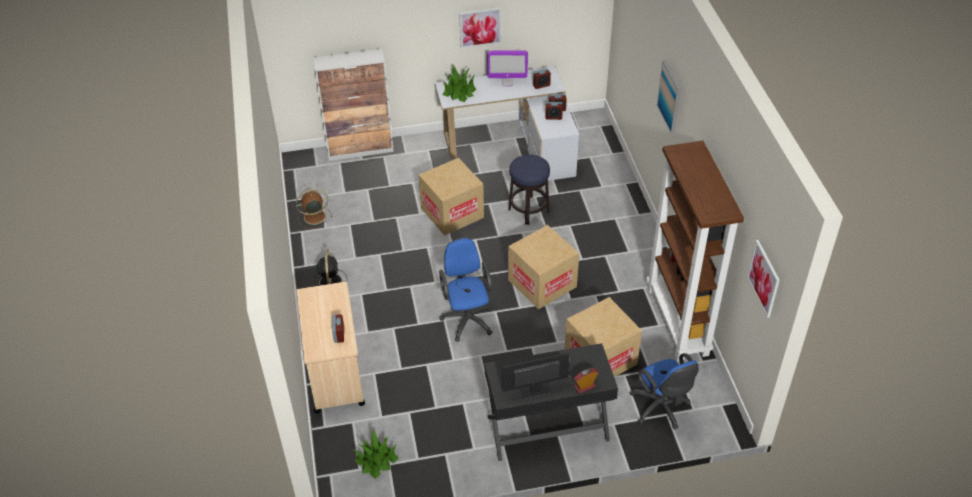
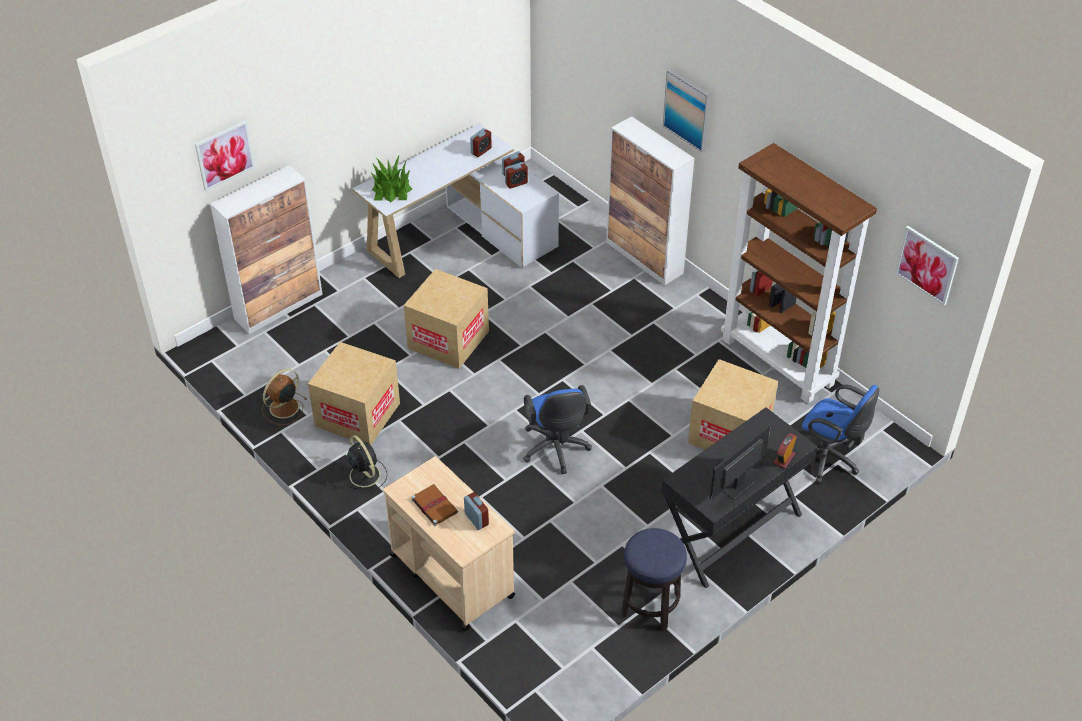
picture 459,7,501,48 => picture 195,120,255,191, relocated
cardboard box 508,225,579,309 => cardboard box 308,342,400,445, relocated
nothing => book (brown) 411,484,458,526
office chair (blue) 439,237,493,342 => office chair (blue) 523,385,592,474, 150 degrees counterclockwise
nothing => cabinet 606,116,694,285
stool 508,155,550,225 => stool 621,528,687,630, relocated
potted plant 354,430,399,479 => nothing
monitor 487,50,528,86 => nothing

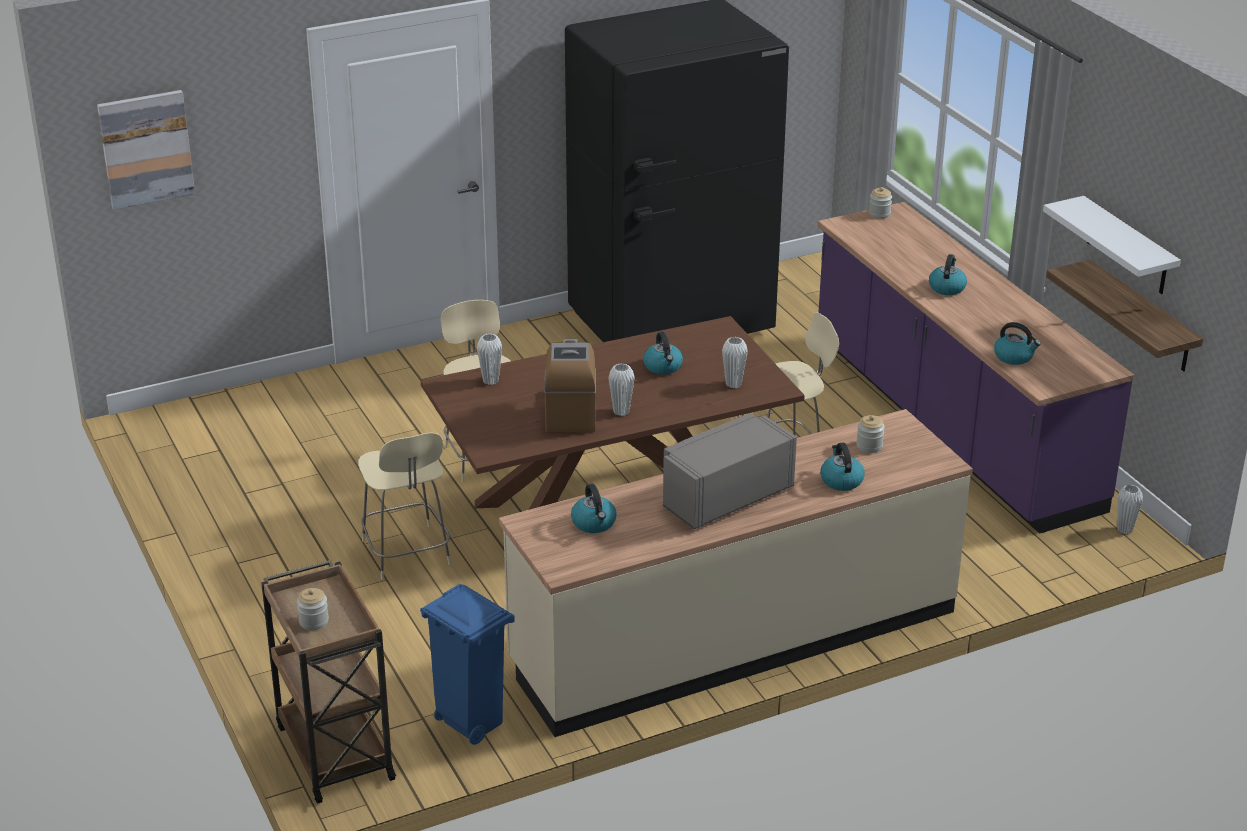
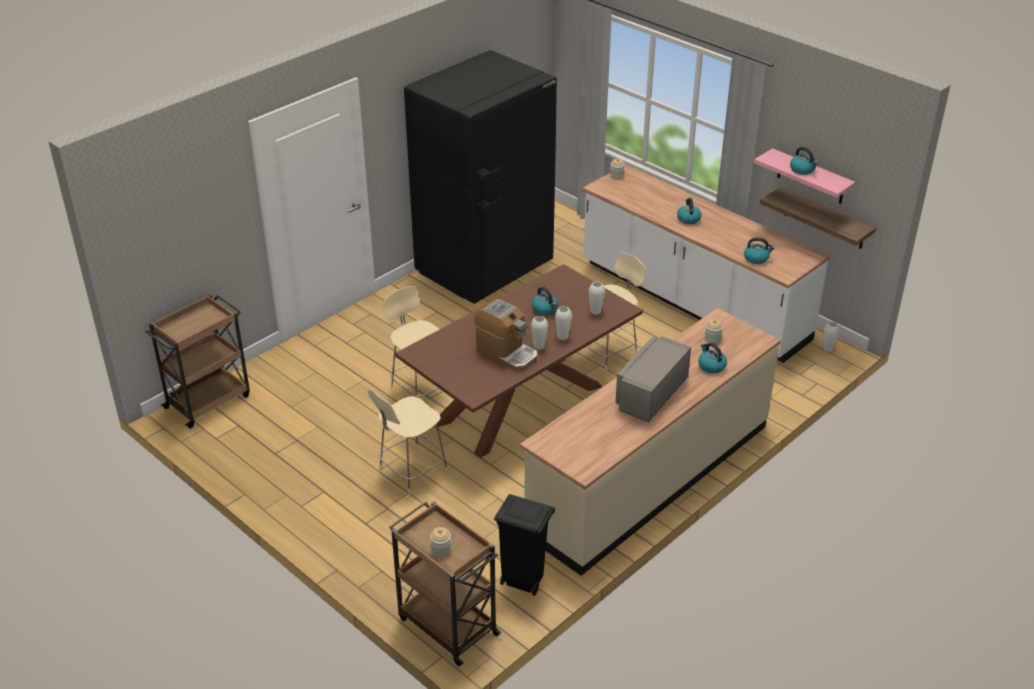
nothing => cart (brown) 145,295,250,429
chair (beige) 358,432,451,580 => chair (beige) 368,389,448,494, 90 degrees clockwise
coffee machine 544,339,596,432 => coffee machine 474,299,537,372, 150 degrees clockwise
trash can (blue) 420,584,515,745 => trash can (black) 494,494,555,596
vase (white) 477,334,502,385 => vase (white) 555,306,572,340, relocated
counter (purple) 818,202,1134,534 => counter (white) 583,164,830,363
shelf (white) 1043,196,1181,294 => shelf (pink) 754,148,855,204
kettle 571,484,617,533 => kettle 790,147,818,175, relocated
picture 97,90,195,210 => nothing

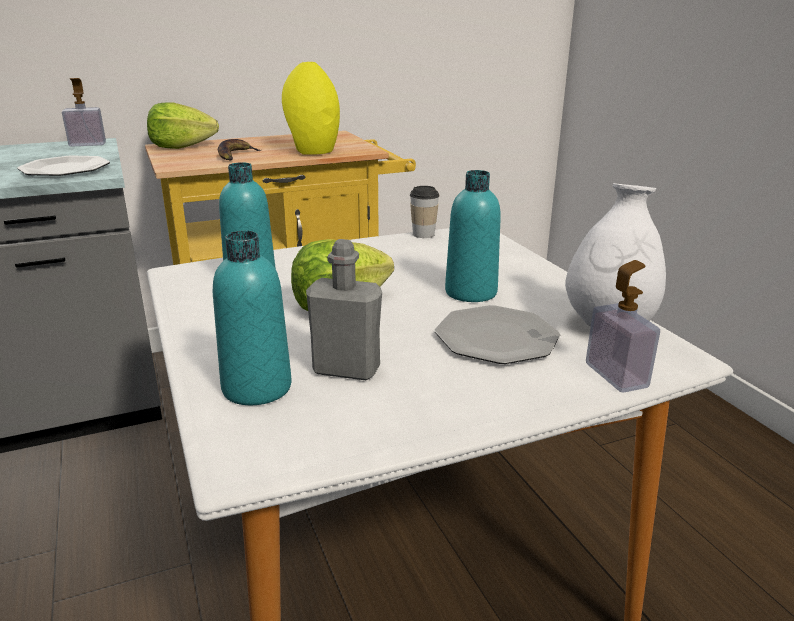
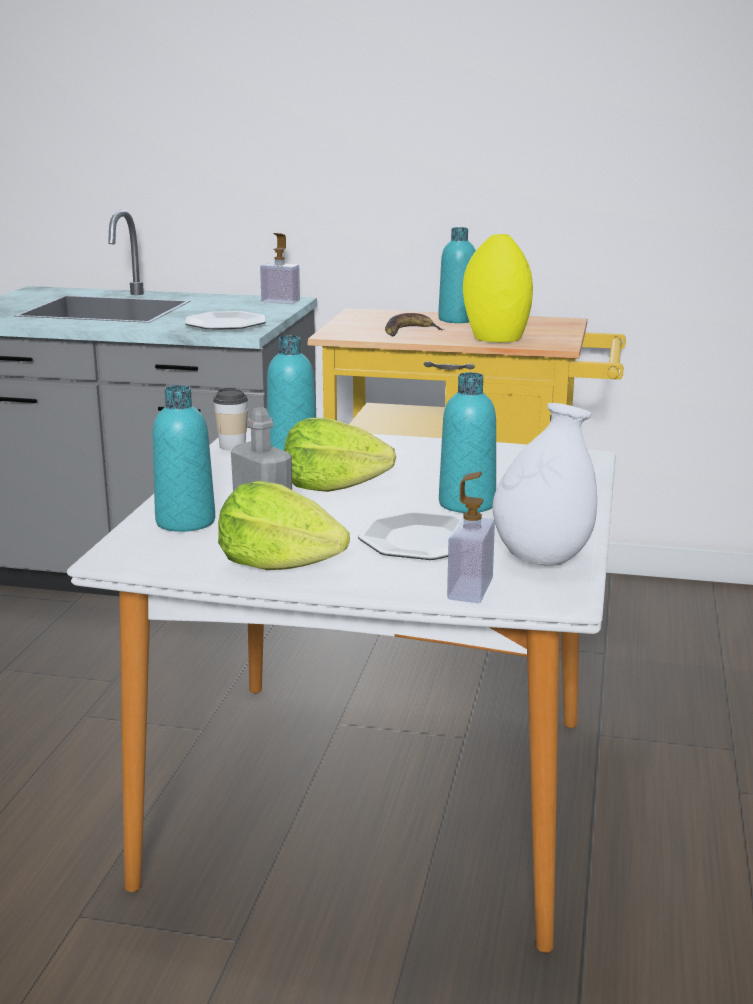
cup 410,186,440,238 => cup 213,389,248,450, relocated
lettuce 147,102,219,149 => lettuce 218,481,350,570, relocated
nothing => bottle (turquoise) 438,227,476,323

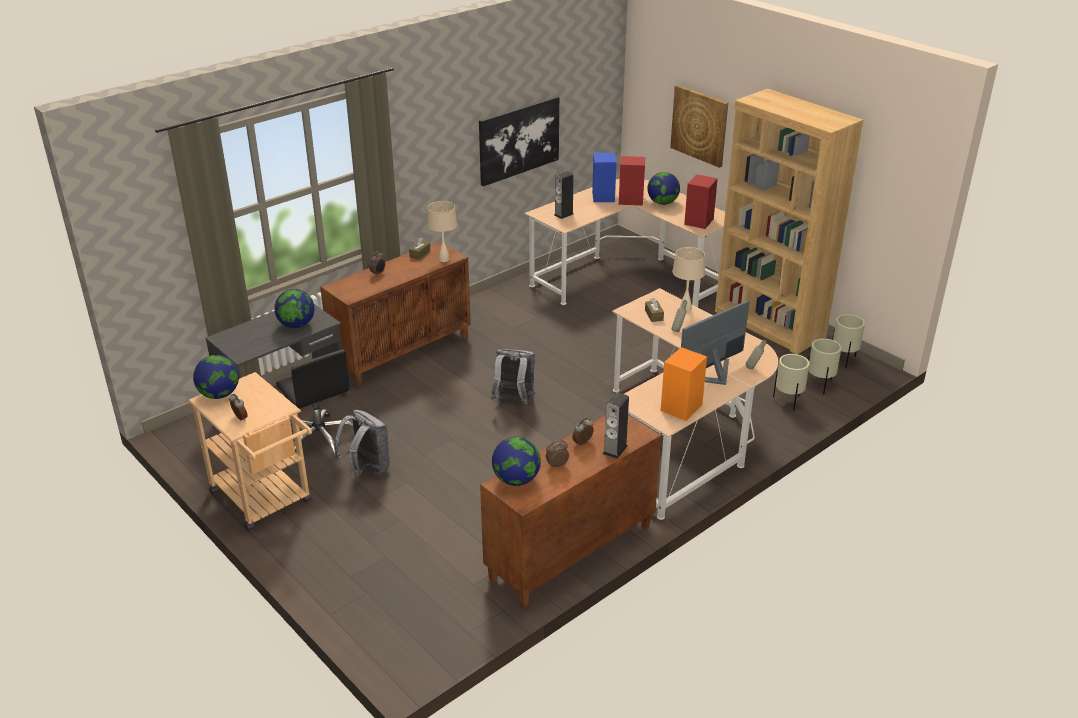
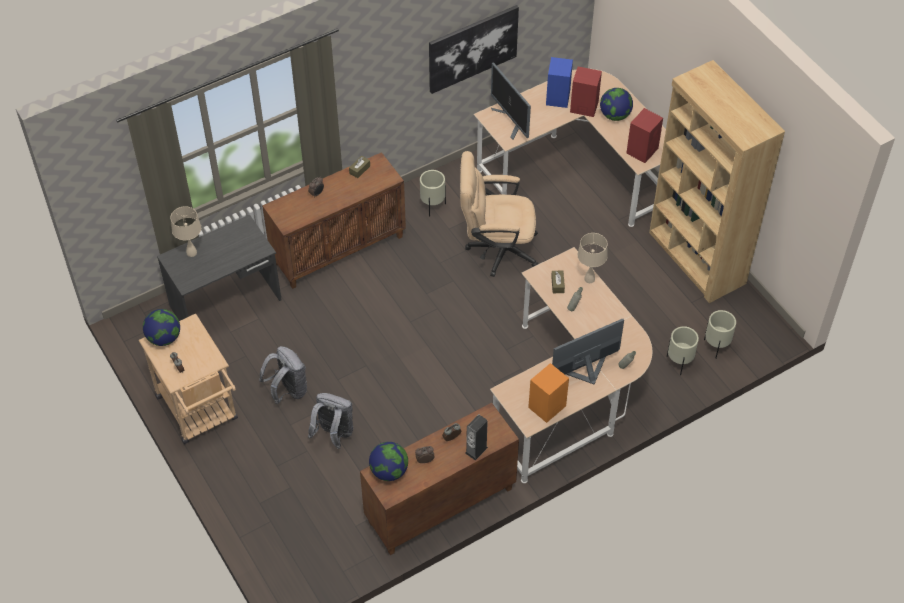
table lamp (beige) 427,201,457,262 => table lamp (beige) 170,206,201,257, relocated
backpack (grey) 491,350,535,404 => backpack (grey) 308,393,353,449, relocated
planter (beige) 832,314,865,368 => planter (beige) 420,170,446,216, relocated
nothing => office chair (beige) 460,151,538,277
speaker 554,171,574,219 => monitor 491,62,531,140
globe 274,289,314,328 => nothing
office chair (black) 276,350,353,460 => nothing
picture 670,85,728,168 => nothing

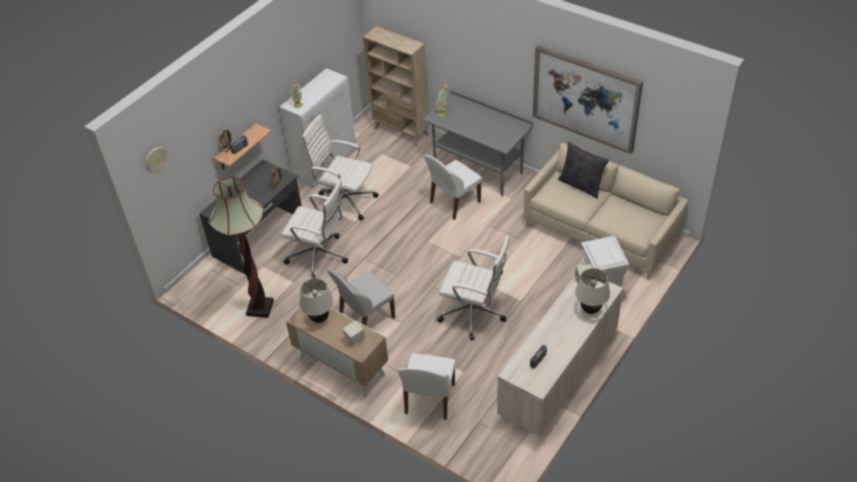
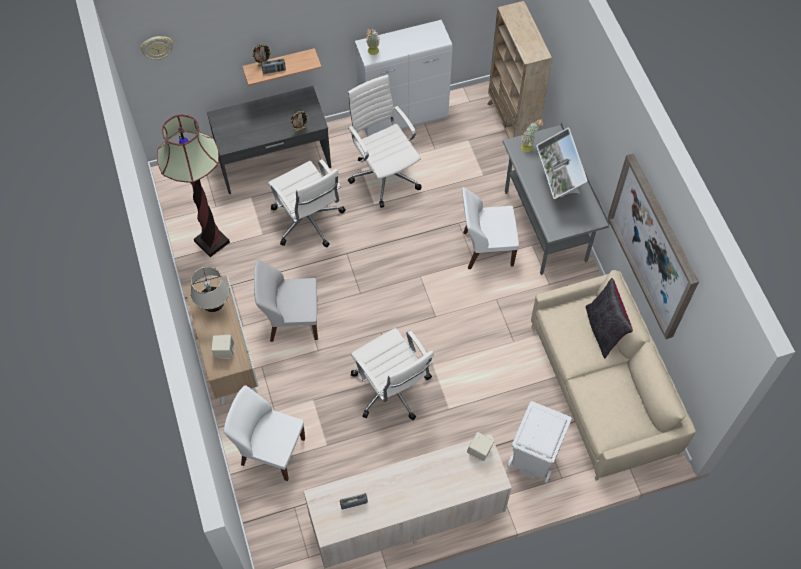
chair (white) 398,353,455,420 => chair (white) 224,385,305,481, 60 degrees clockwise
nothing => monitor 536,128,588,199
table lamp (beige) 575,268,610,314 => nothing

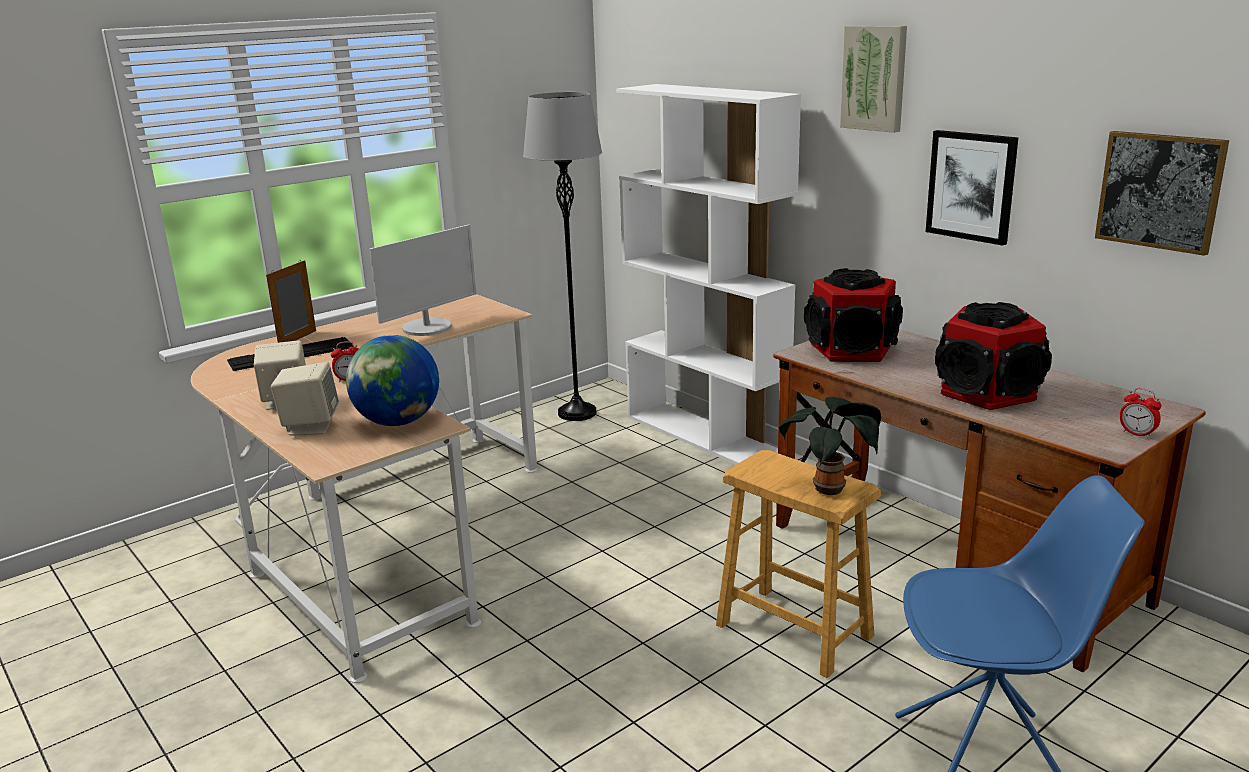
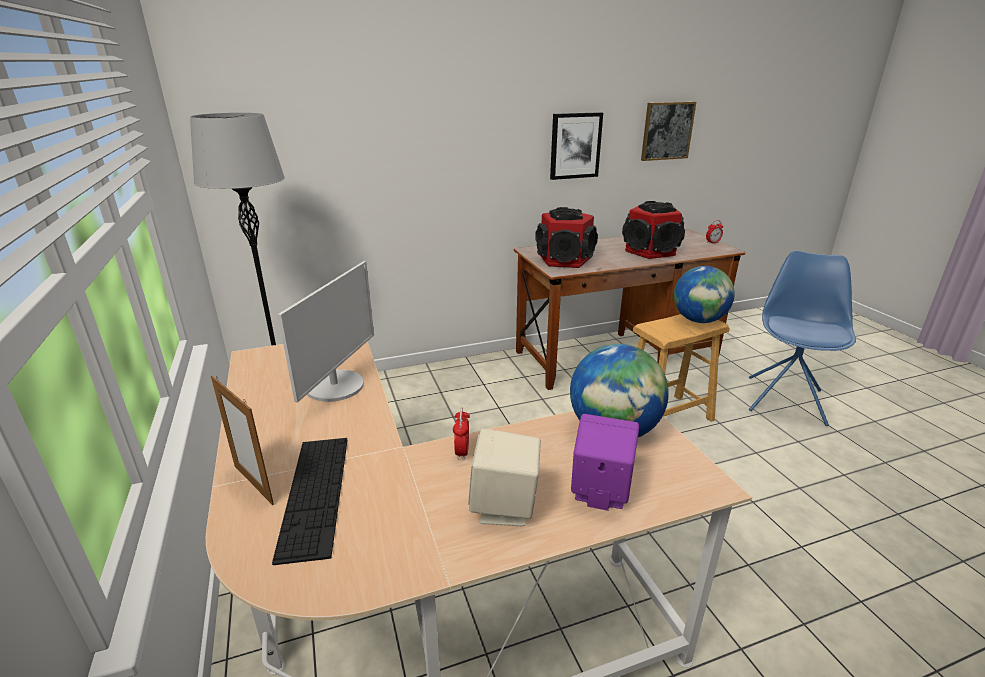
monitor 369,225,476,336 => monitor 278,261,374,403, 45 degrees clockwise
speaker (beige) 271,362,339,436 => speaker (purple) 571,414,639,511
potted plant 779,397,881,495 => globe 674,266,735,323
bookcase (white) 616,84,801,465 => nothing
picture 840,25,907,133 => nothing

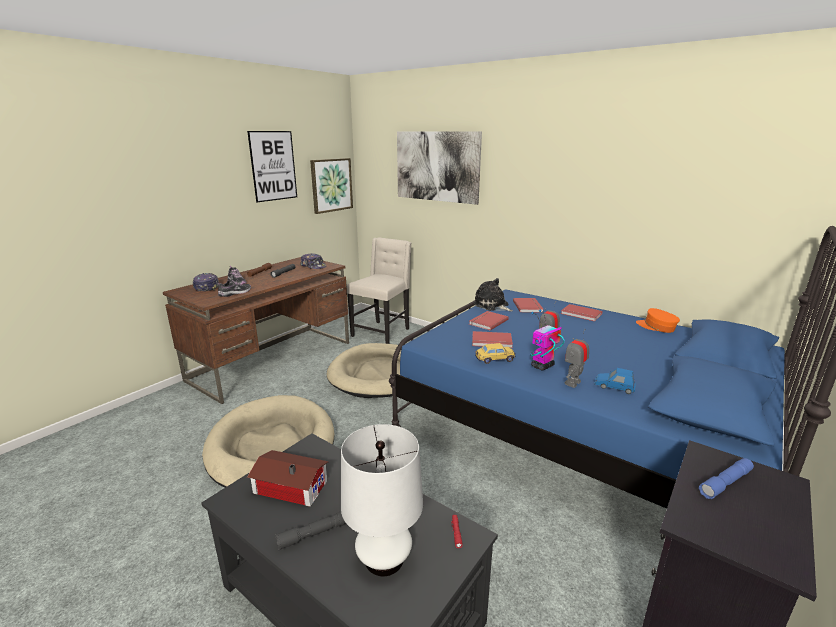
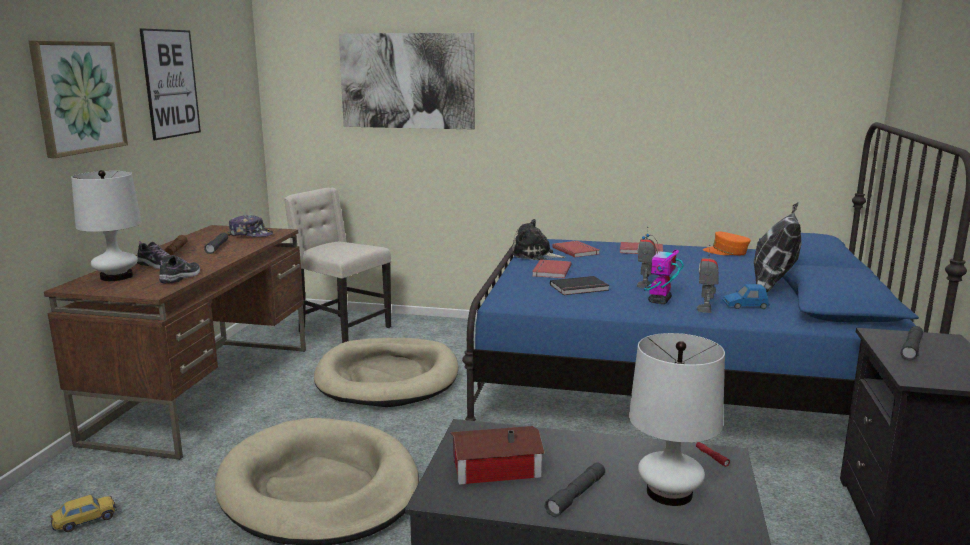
picture 310,158,353,214 => picture 29,40,128,158, relocated
toy car 475,343,515,364 => toy car 50,495,117,532, relocated
cap 193,273,219,291 => table lamp (white) 71,170,142,281
chair (beige) 347,238,411,344 => chair (beige) 284,188,391,343, 60 degrees counterclockwise
book (red) 472,331,513,348 => book (black) 550,276,610,295
nothing => pillow 754,203,802,292
flashlight (blue) 699,458,754,499 => flashlight (grey) 900,326,923,361

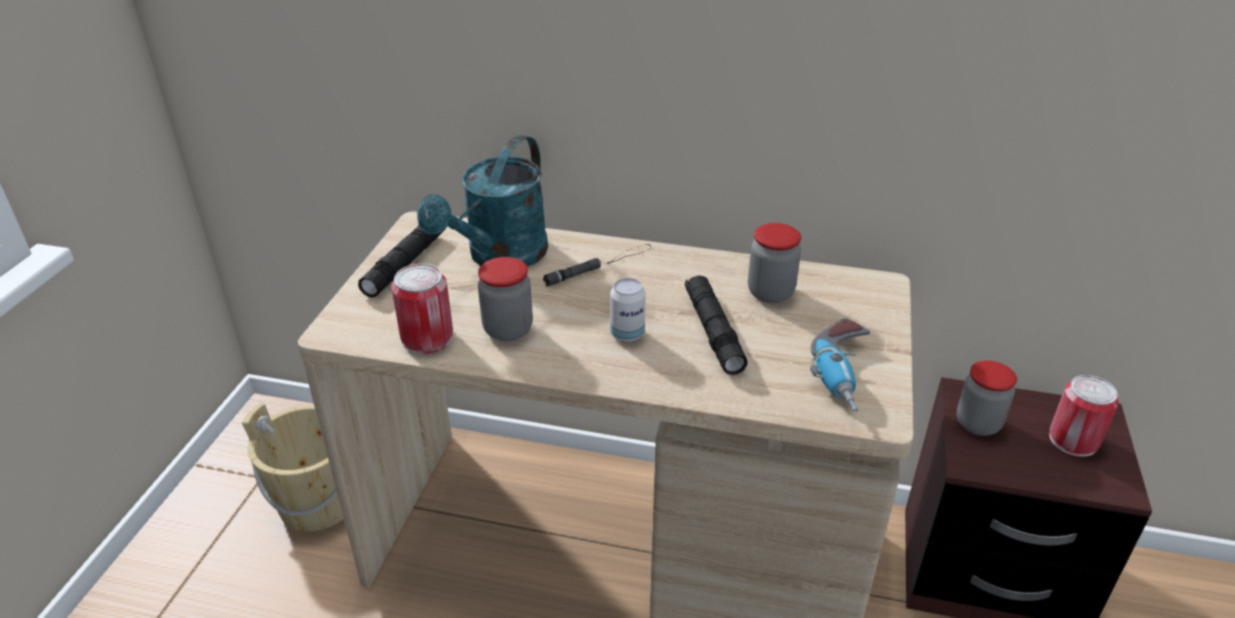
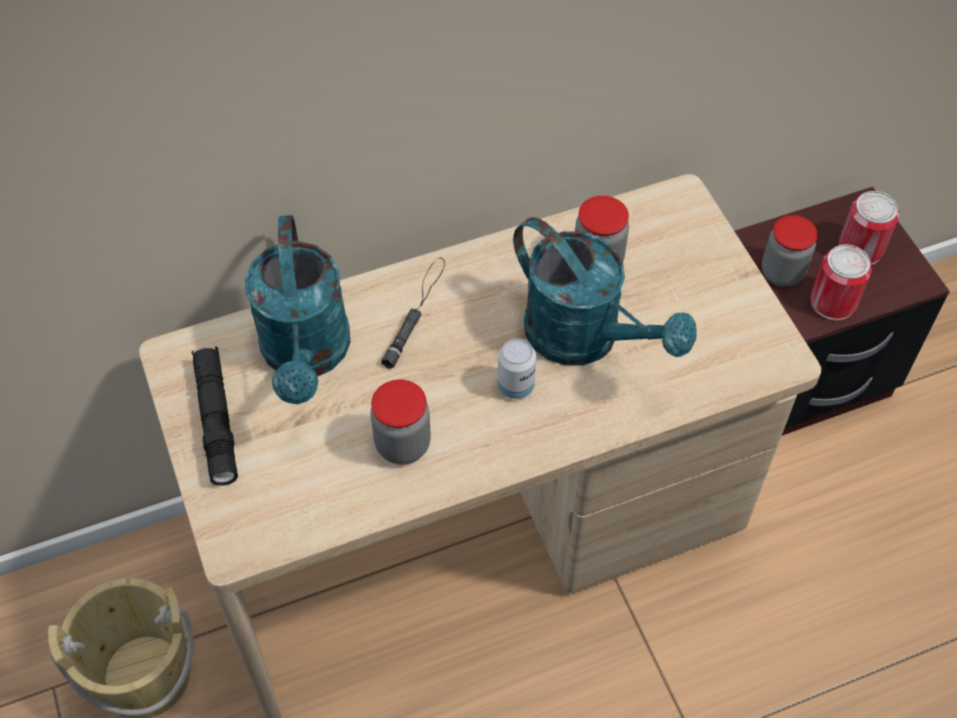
flashlight (black) 685,275,747,375 => watering can (turquoise) 513,217,696,366
can 391,264,453,354 => can 811,244,872,320, relocated
power drill 810,318,870,412 => nothing

